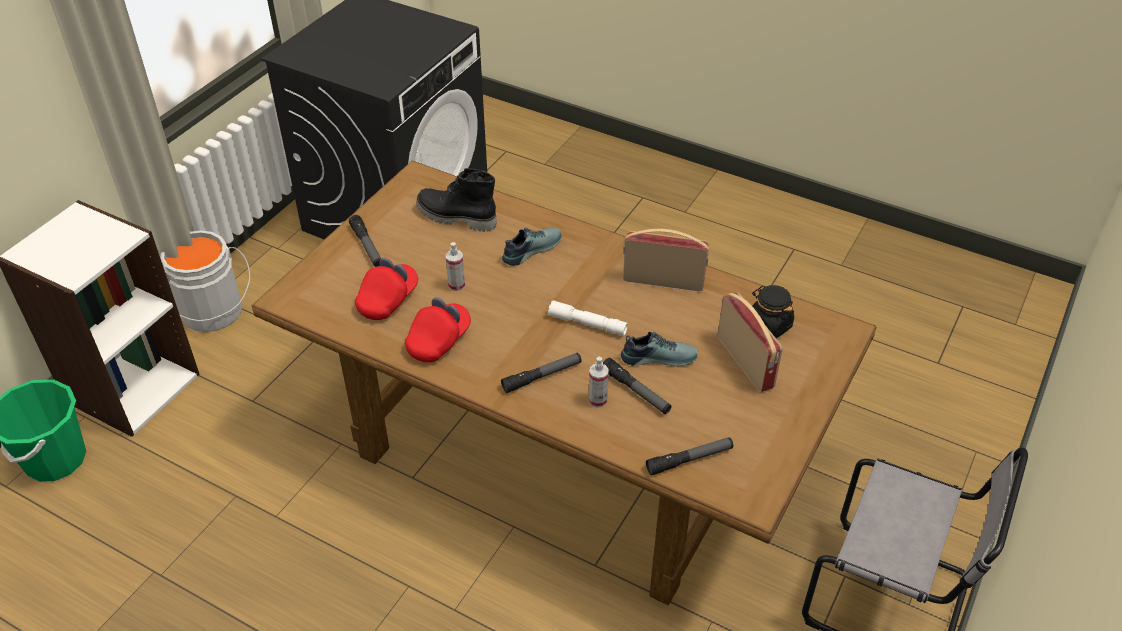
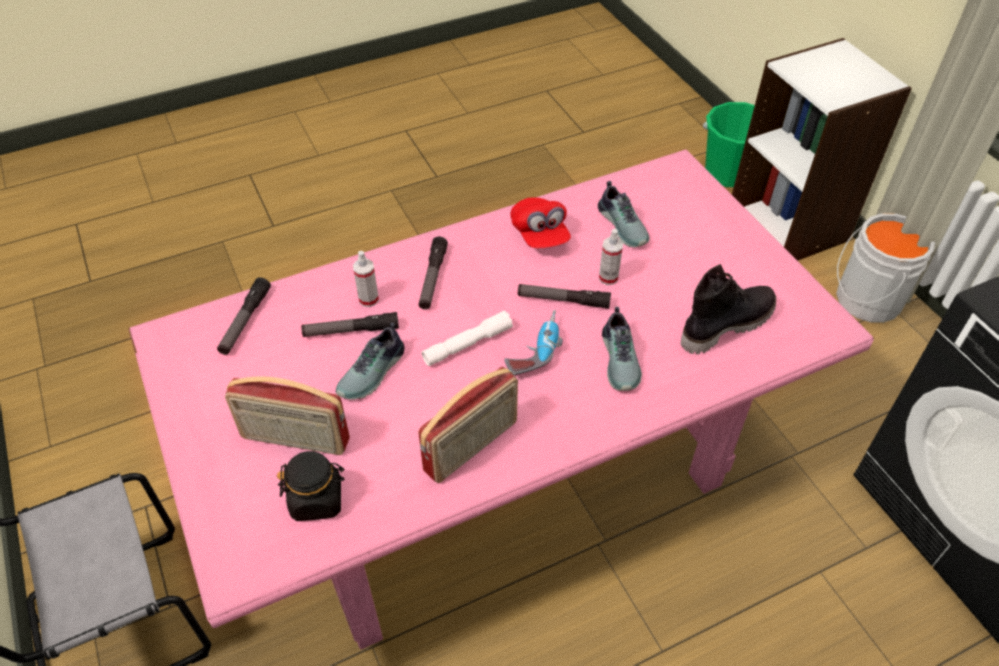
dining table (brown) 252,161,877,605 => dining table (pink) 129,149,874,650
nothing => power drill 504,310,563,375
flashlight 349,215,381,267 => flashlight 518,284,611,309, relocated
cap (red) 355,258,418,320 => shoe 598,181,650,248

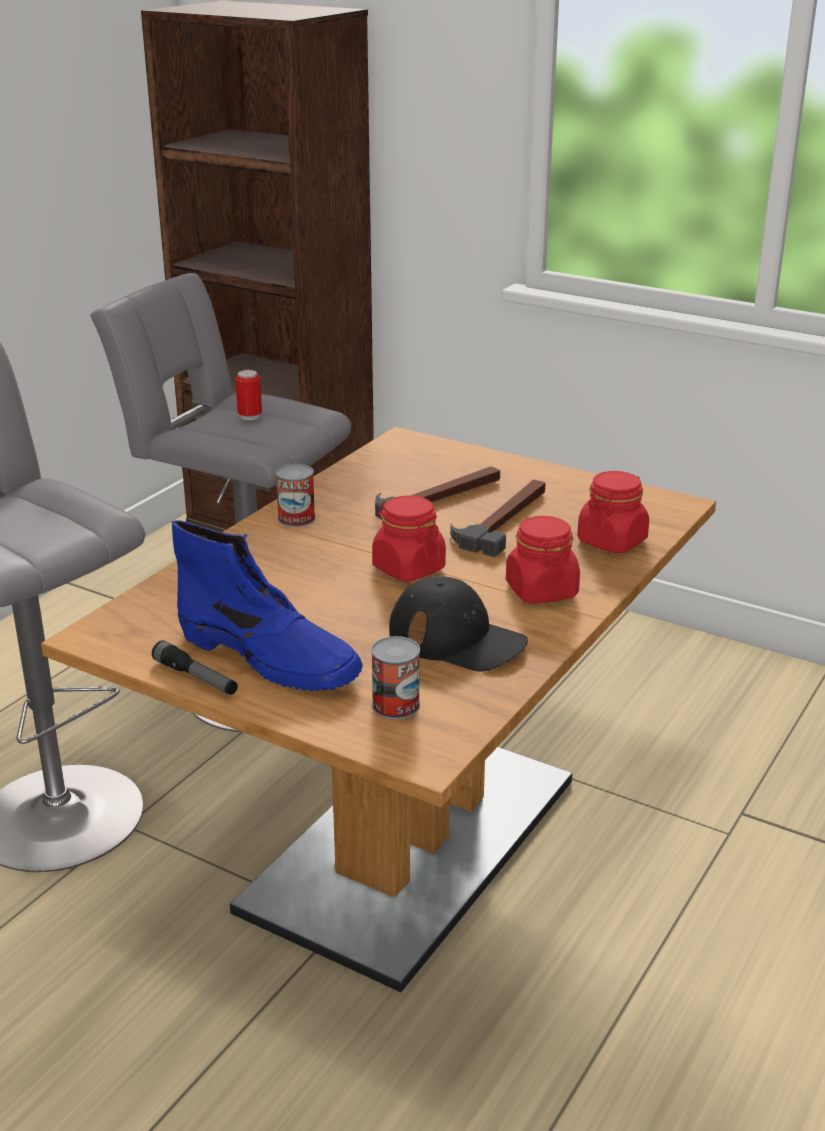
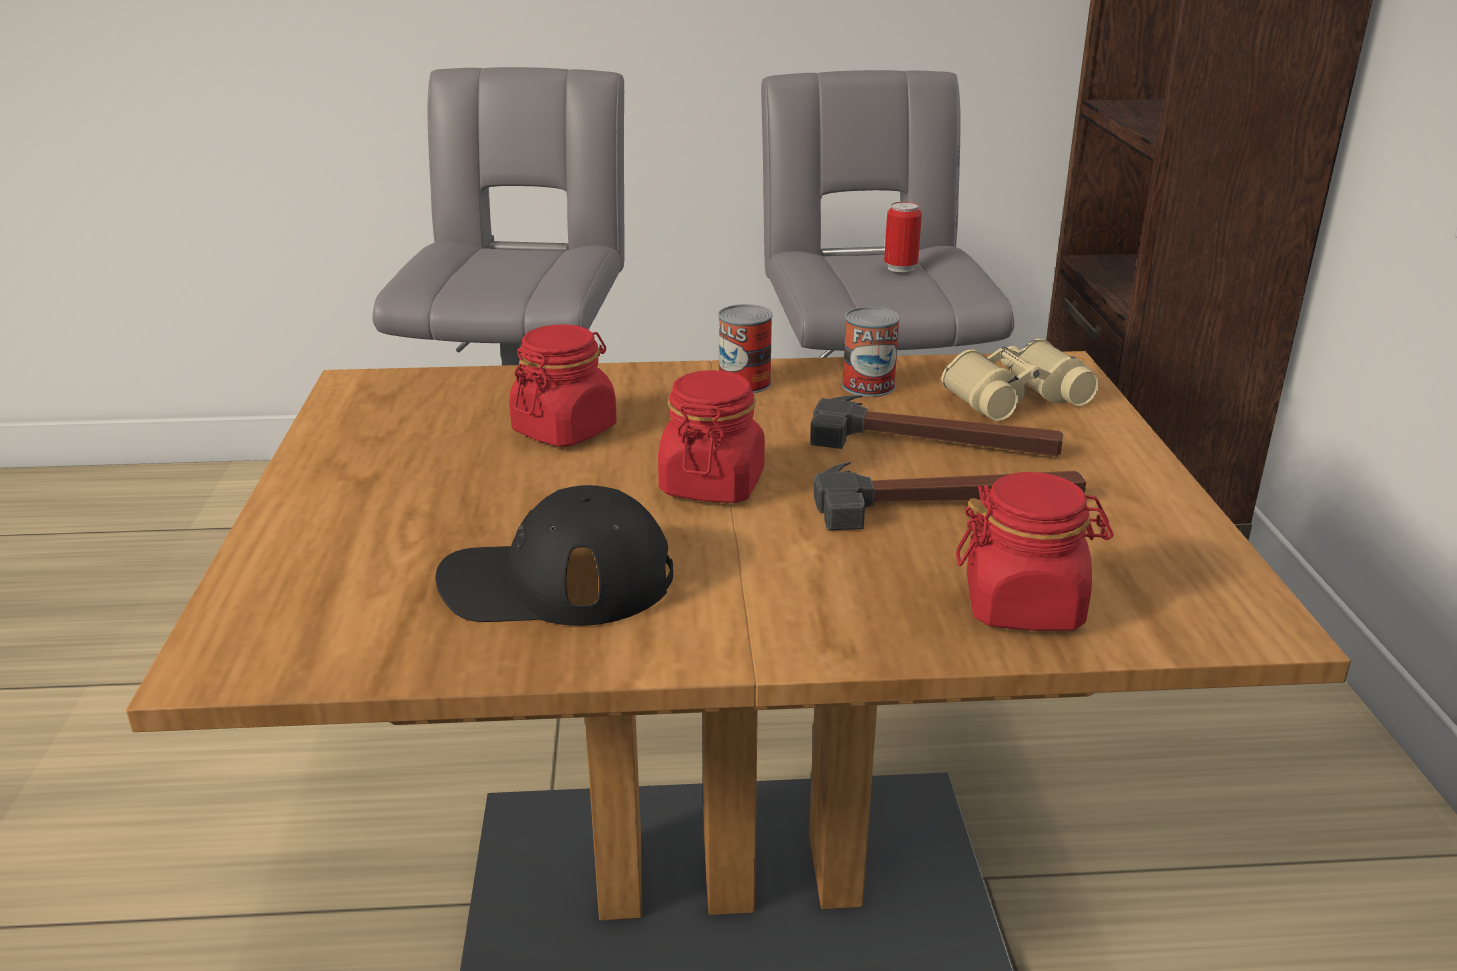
cap (black) 389,576,528,671 => cap (black) 436,485,673,626, 90 degrees clockwise
jar (red) 506,516,580,604 => jar (red) 509,324,617,447, relocated
can 371,636,420,719 => can 842,307,900,397, relocated
nothing => binoculars (beige) 941,339,1099,421
flashlight 152,640,238,695 => nothing
boot (blue) 172,520,363,691 => nothing

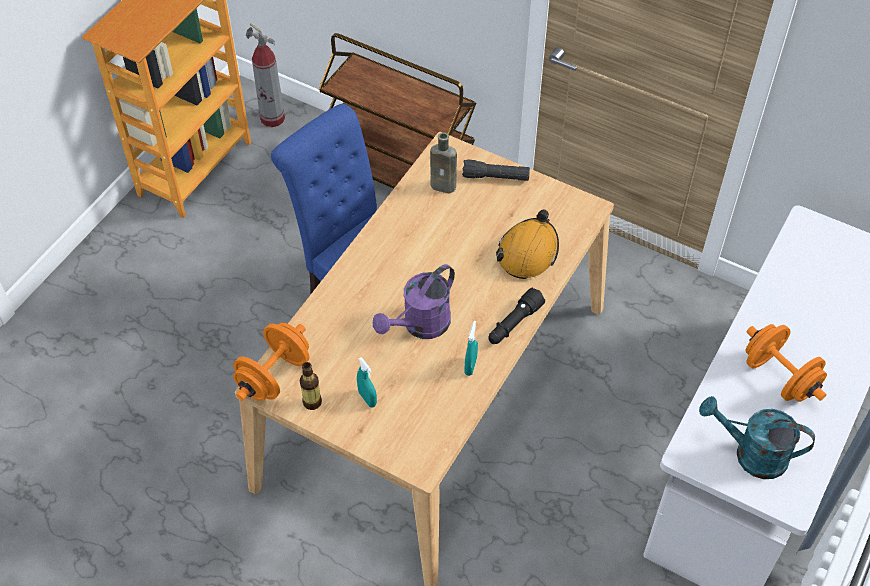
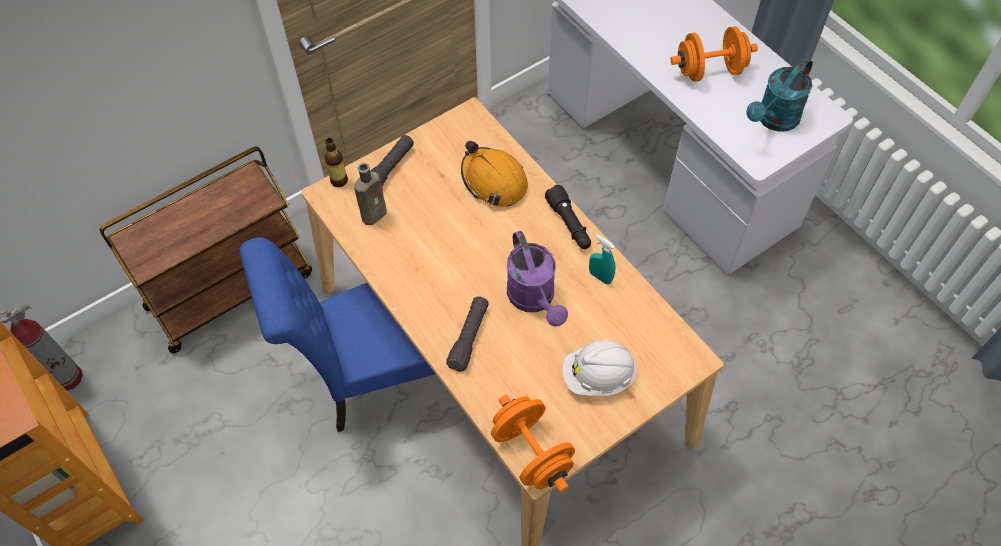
bottle 300,362,322,410 => bottle 324,138,348,187, relocated
nothing => flashlight (black) 446,296,489,372
spray bottle (turquoise) 357,357,377,408 => hard hat (white) 563,340,637,396

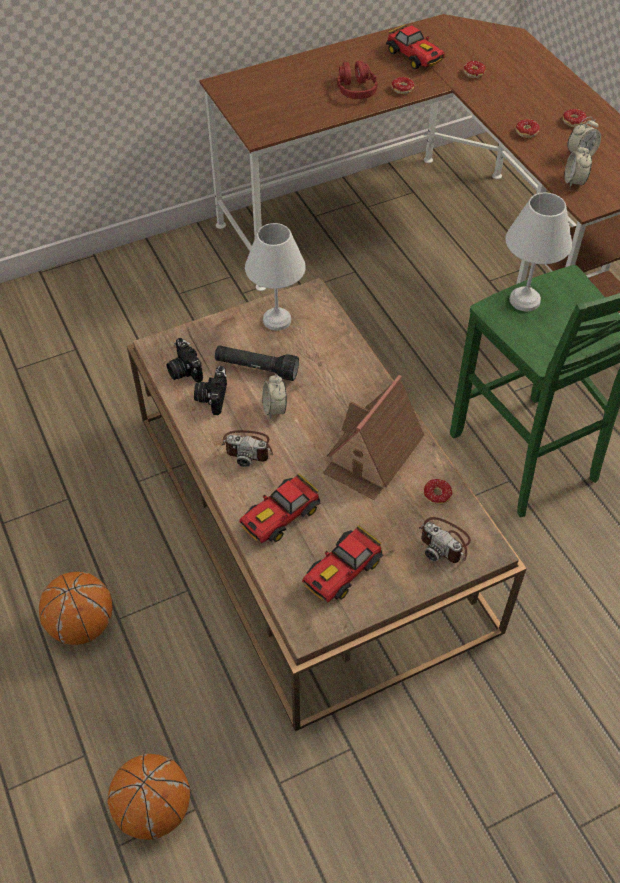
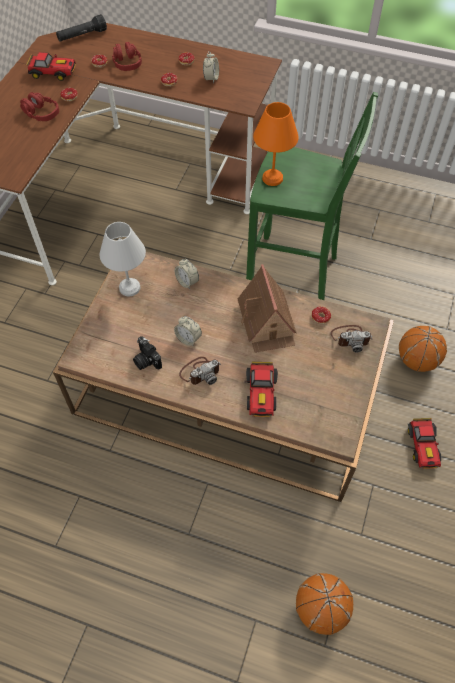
flashlight (black) 215,345,299,381 => flashlight (black) 56,14,107,42, relocated
nothing => headphones (red) 112,42,142,71
alarm clock 564,144,592,188 => alarm clock 175,258,199,289, relocated
table lamp (white) 505,193,572,311 => table lamp (orange) 253,102,299,186
basketball 39,572,113,645 => basketball 399,326,447,372, relocated
toy car 302,525,384,603 => toy car 408,418,441,469, relocated
photo camera 166,338,203,383 => nothing

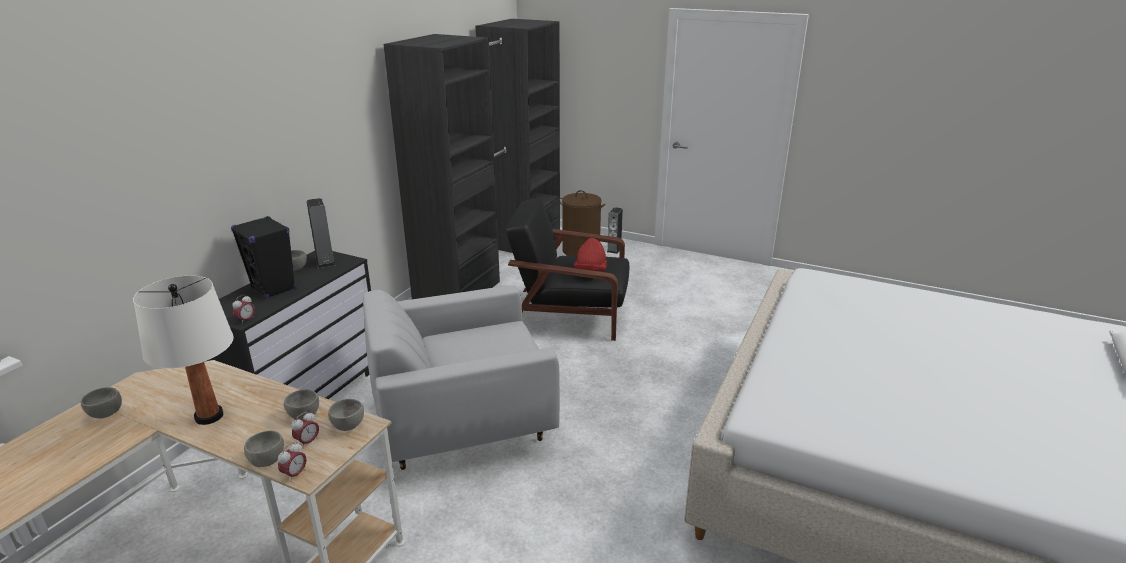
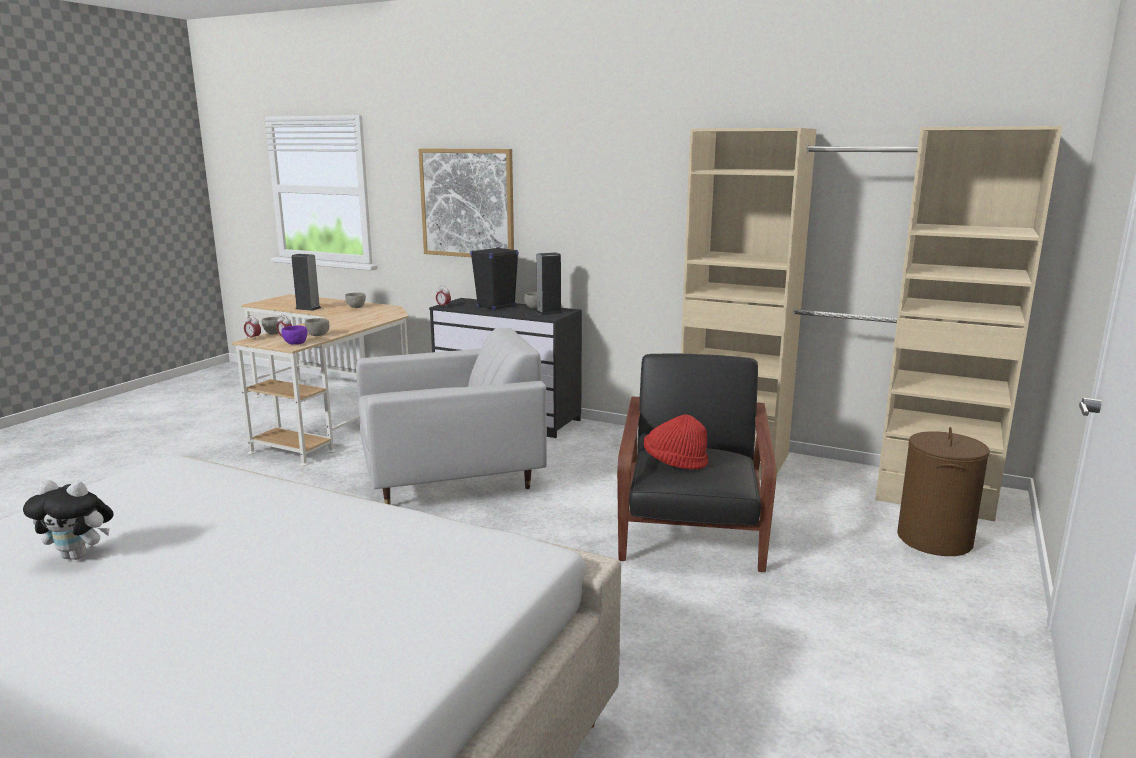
nothing => plush toy 23,480,114,560
bowl (grey) 328,399,364,431 => bowl (purple) 281,325,307,345
speaker 607,207,623,254 => speaker 291,254,321,311, relocated
armchair (white) 363,285,560,470 => armchair (white) 356,328,547,505, 90 degrees clockwise
nothing => picture 418,149,514,257
wardrobe (black) 384,19,560,299 => wardrobe (beige) 681,126,1062,521
table lamp (white) 133,276,234,425 => nothing

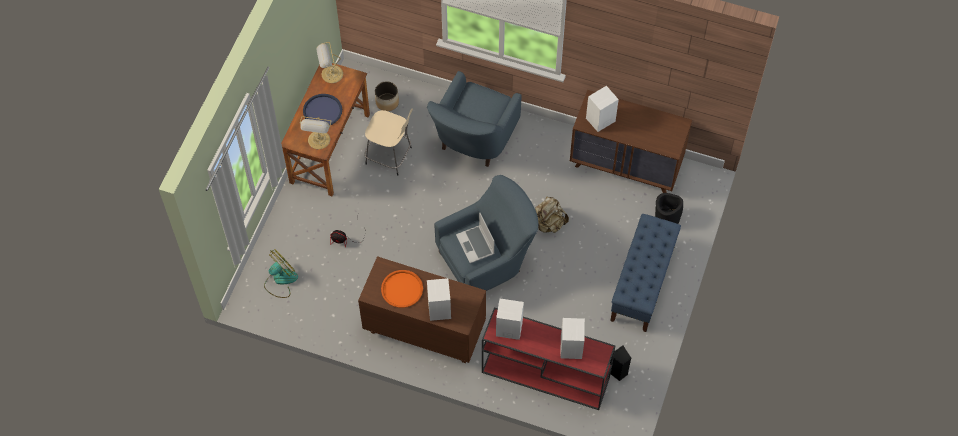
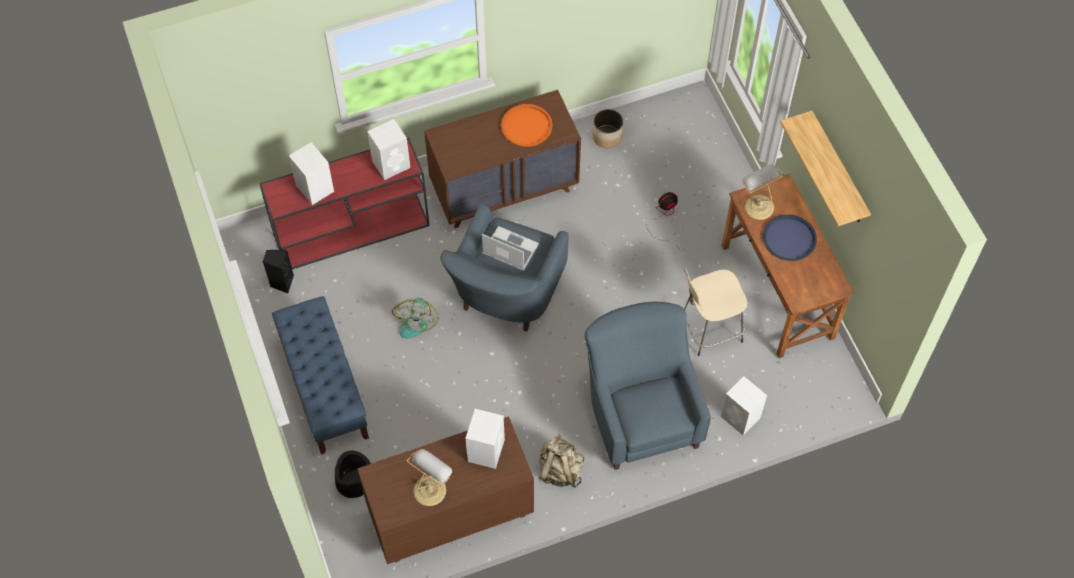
fan 264,249,298,298 => fan 392,298,439,338, relocated
table lamp 317,42,343,83 => table lamp 407,449,452,506, relocated
backpack (beige) 535,197,569,233 => backpack (beige) 539,435,584,488, relocated
planter 375,81,399,111 => planter 592,109,623,148, relocated
speaker (white) 427,278,451,321 => speaker (white) 720,376,767,435, relocated
nothing => shelf 780,111,871,226

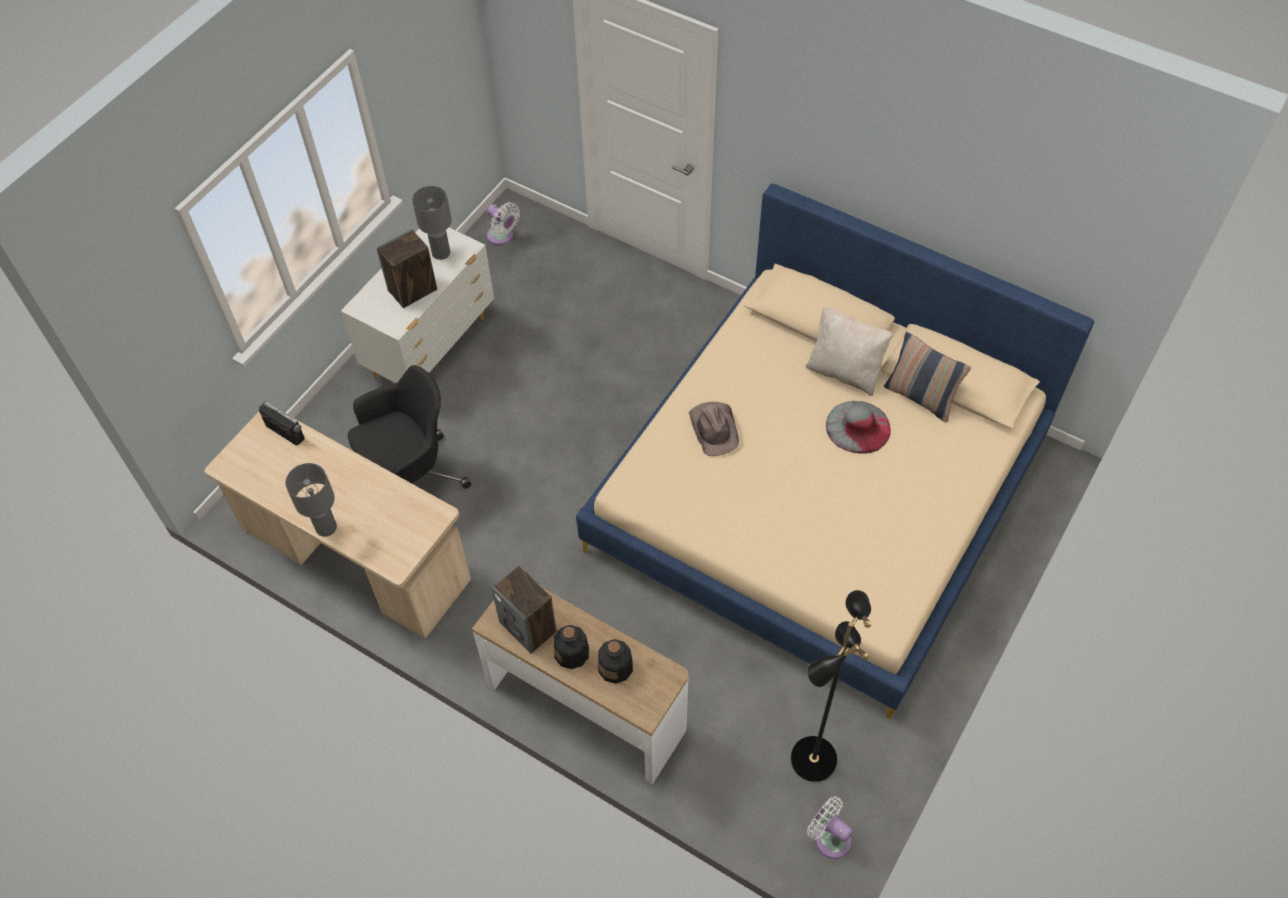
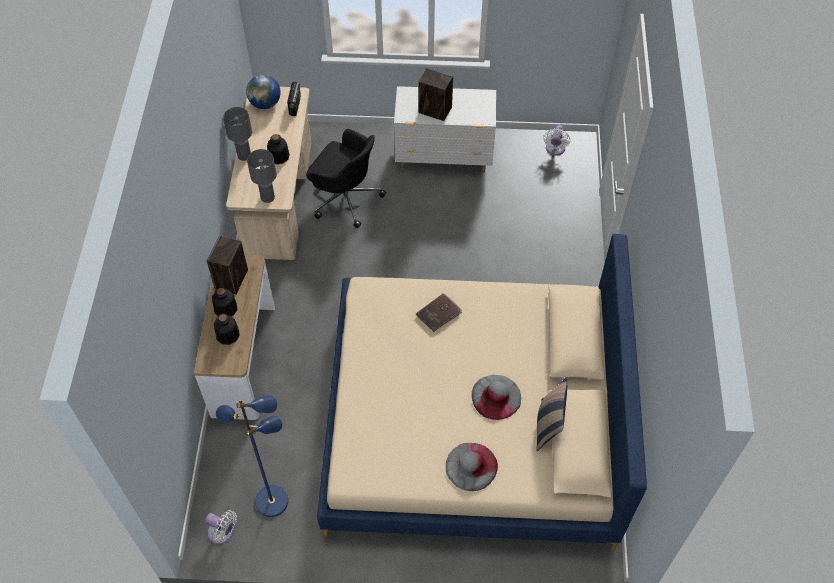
fan (white) 807,796,853,859 => fan (white) 205,510,237,544, 105 degrees clockwise
floor lamp (black) 791,590,871,782 => floor lamp (blue) 216,395,288,517
nothing => globe 246,75,281,109
table lamp (grey) 412,186,452,260 => table lamp (grey) 247,149,276,203, relocated
nothing => bottle 267,134,290,164
hat (brown) 689,402,739,456 => book (brown) 416,293,462,332
nothing => hat (grey) 446,443,498,491
pillow (beige) 805,306,894,396 => nothing

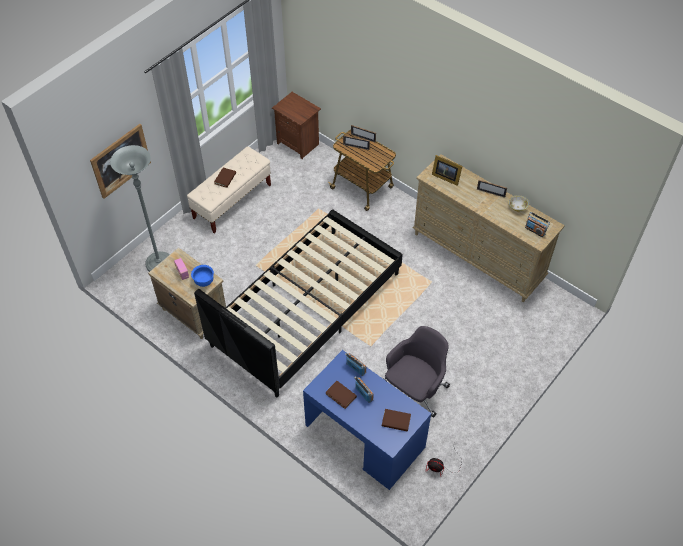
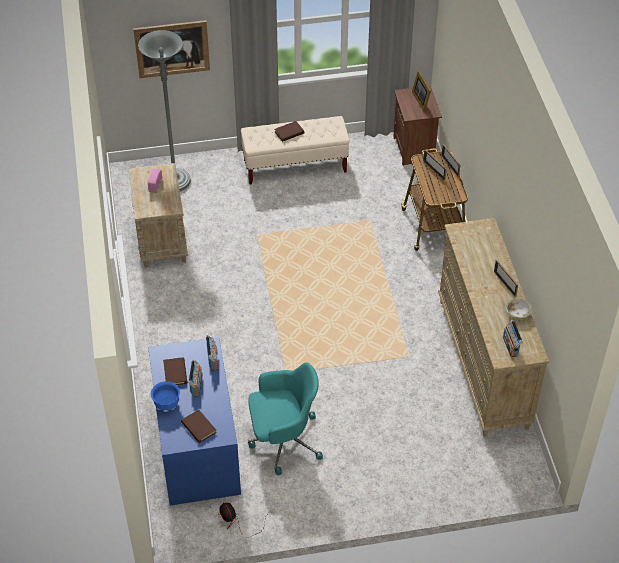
bowl (blue) 191,265,214,287 => bowl (blue) 151,381,180,410, relocated
office chair (grey) 383,326,450,417 => office chair (turquoise) 248,362,323,475
picture frame 432,155,462,186 => picture frame 412,71,431,112, relocated
bed (black) 194,209,403,397 => nothing

